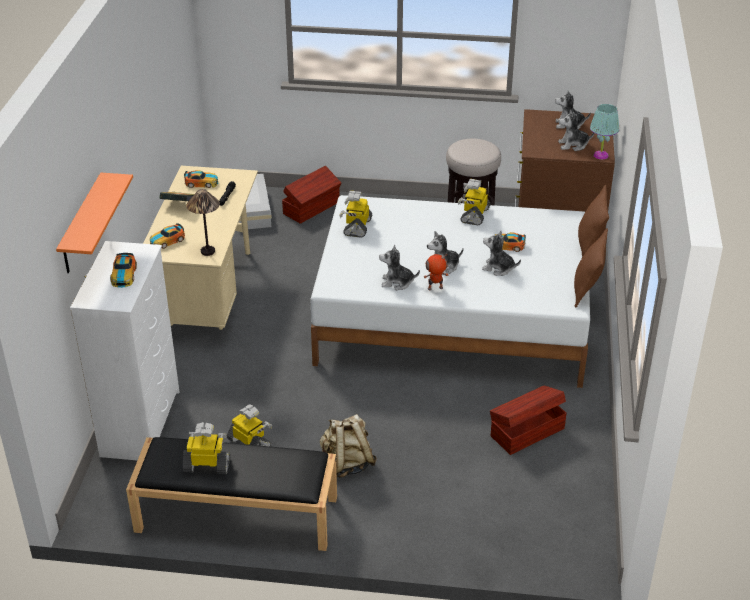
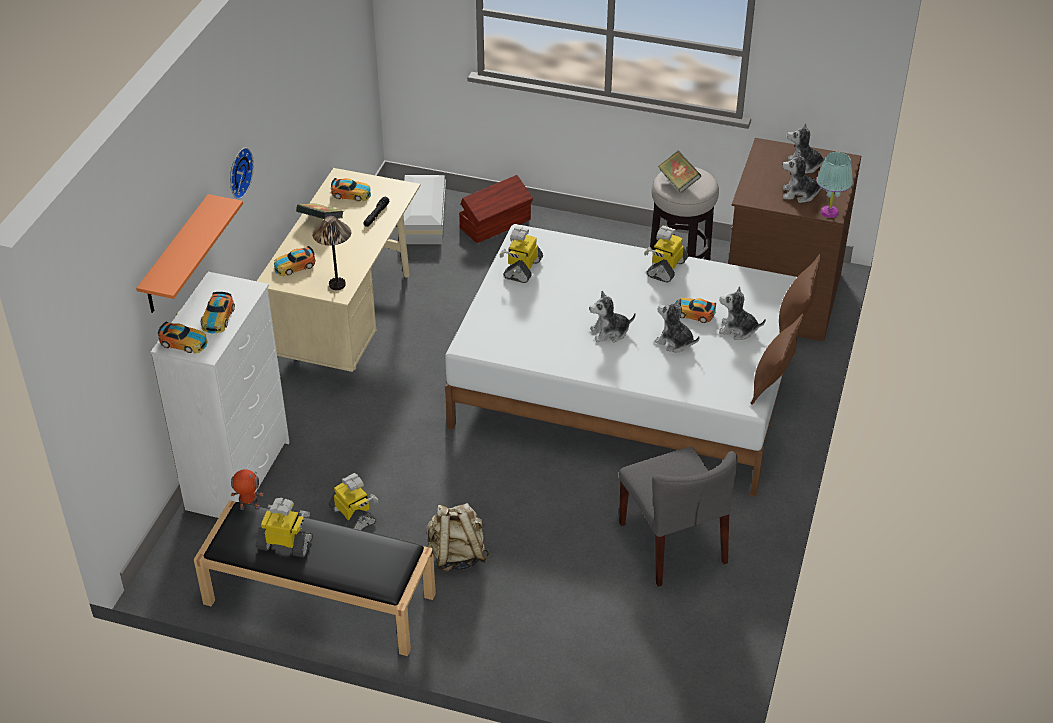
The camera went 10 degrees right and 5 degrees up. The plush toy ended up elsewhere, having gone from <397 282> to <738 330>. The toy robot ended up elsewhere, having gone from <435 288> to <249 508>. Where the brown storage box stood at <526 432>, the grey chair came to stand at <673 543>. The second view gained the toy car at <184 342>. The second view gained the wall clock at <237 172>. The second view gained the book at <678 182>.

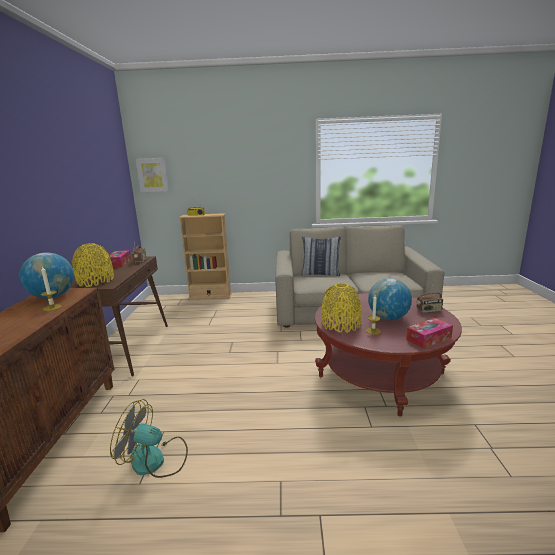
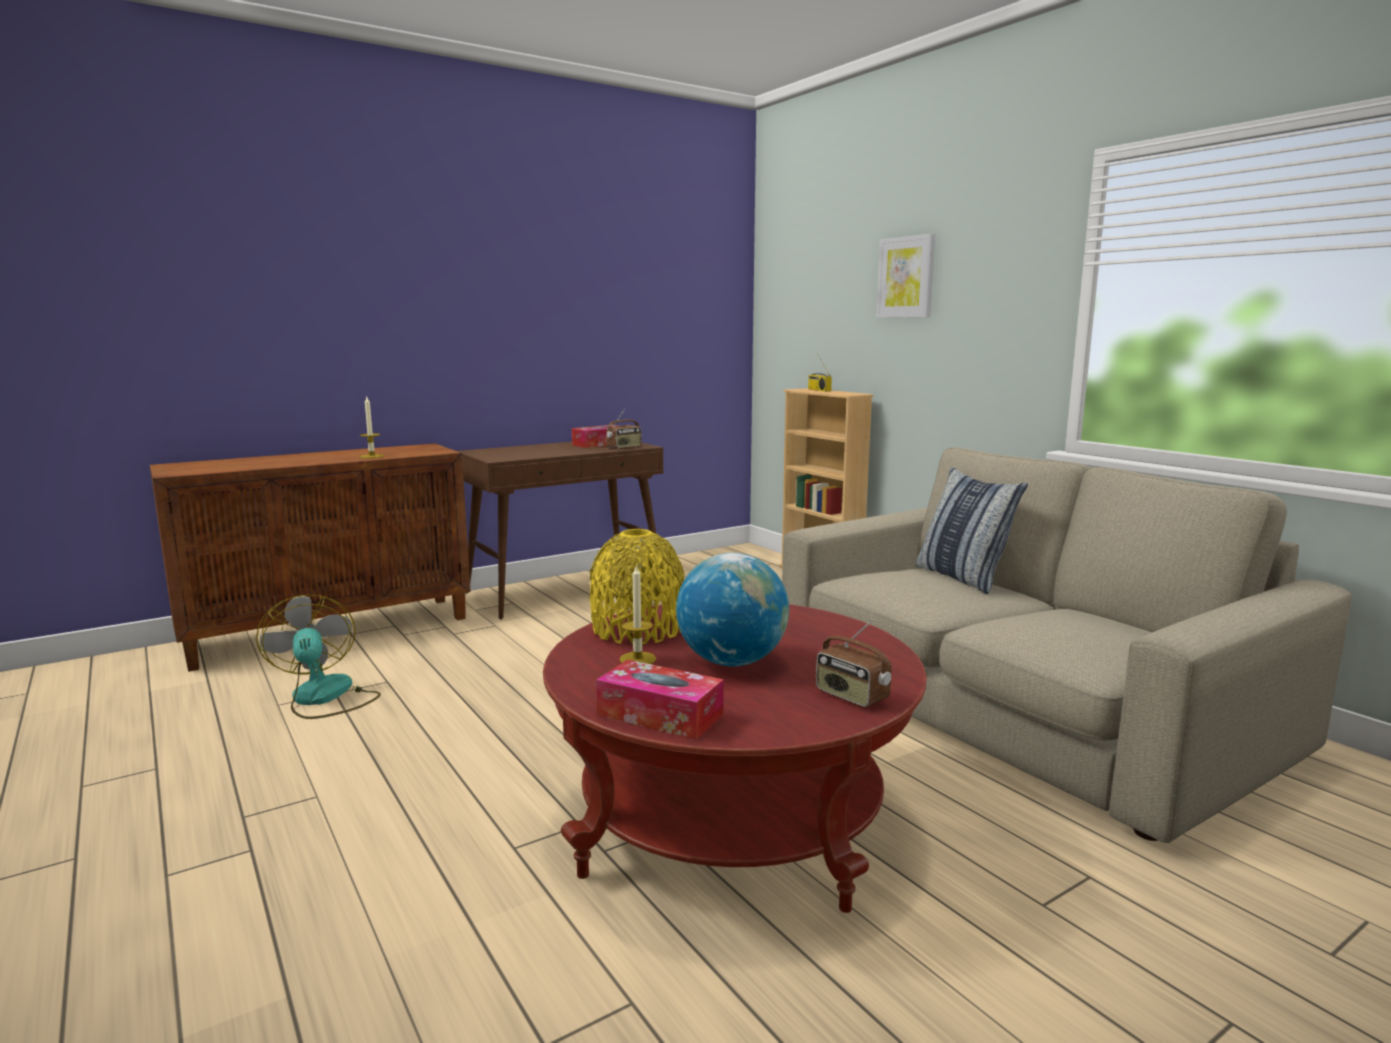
The camera went 55 degrees right and 5 degrees down. The second view lost the globe at <53 296>. The second view lost the yellow vase at <95 281>. The picture ended up elsewhere, having gone from <152 175> to <906 277>.

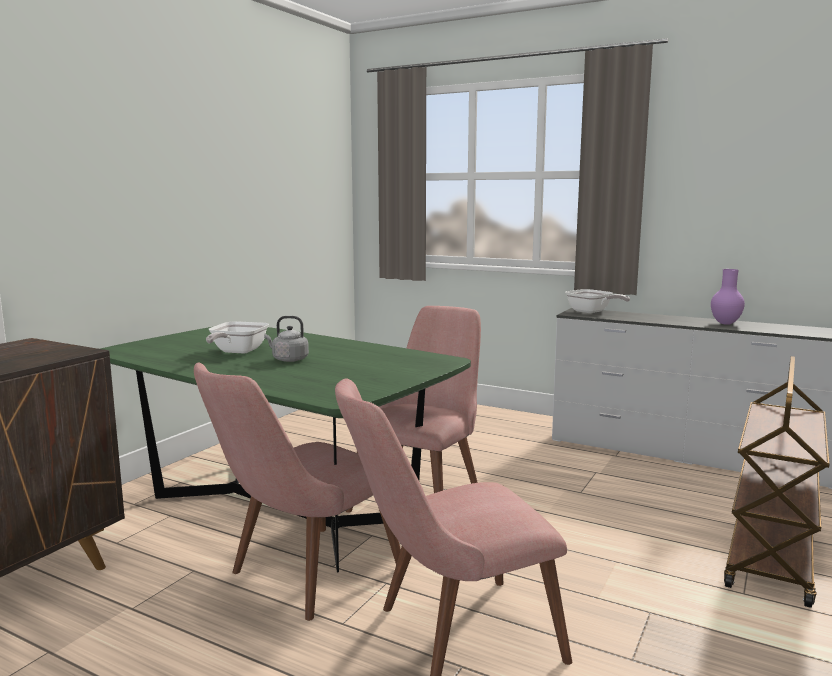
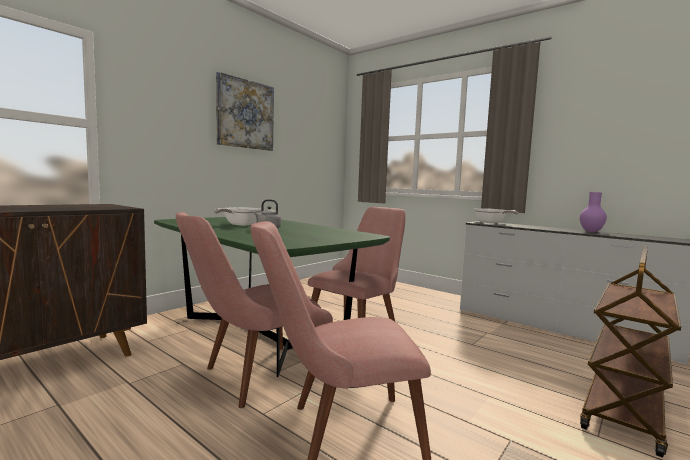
The camera went 10 degrees right and 5 degrees down. The second view gained the picture at <245 114>.

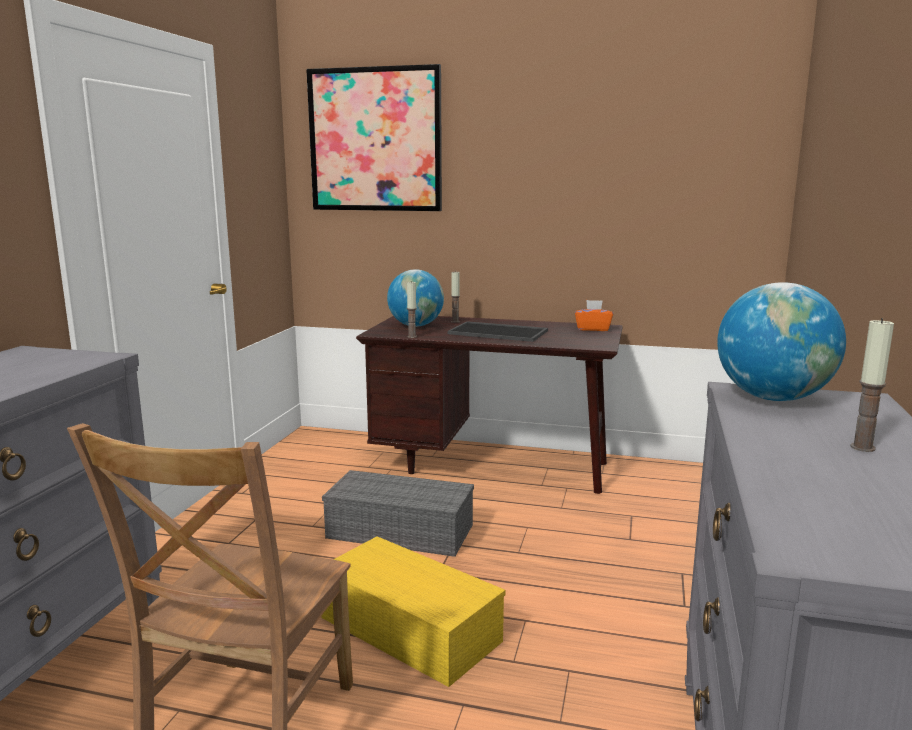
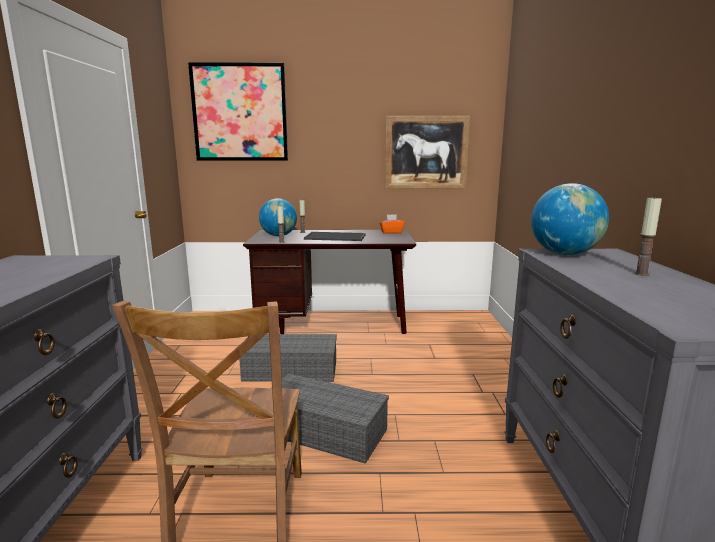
The camera went 15 degrees left and 0 degrees up. What was the yellow storage box at <413 629> turned into the grey storage box at <326 431>. The second view gained the picture at <426 152>.

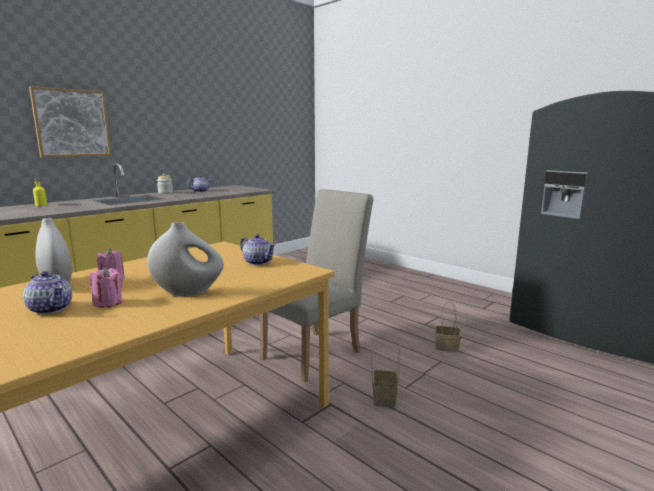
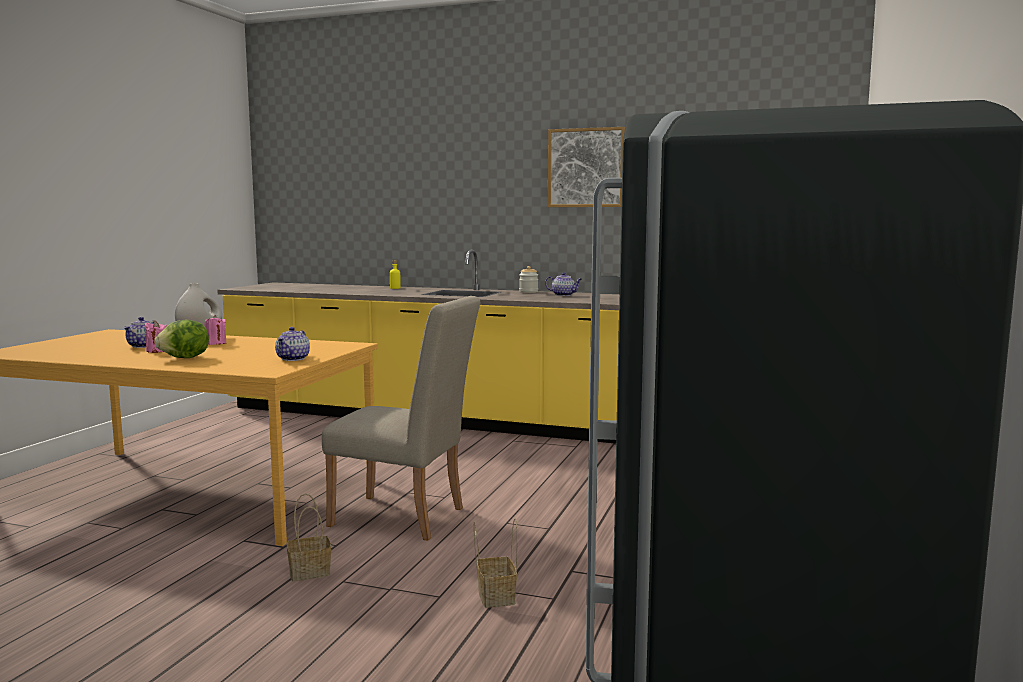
The camera went 65 degrees right and 5 degrees down. The picture ended up elsewhere, having gone from <72 123> to <586 168>. Where the white vase stood at <188 293>, the lettuce came to stand at <185 358>.

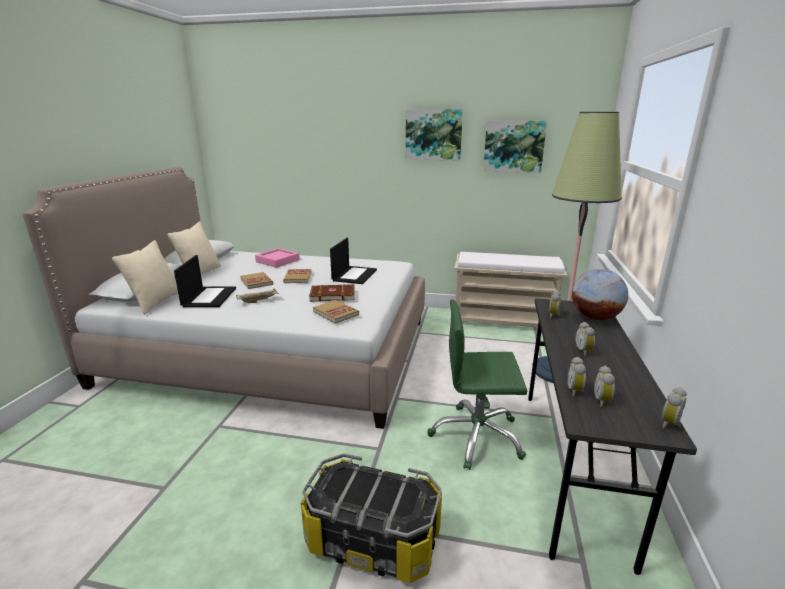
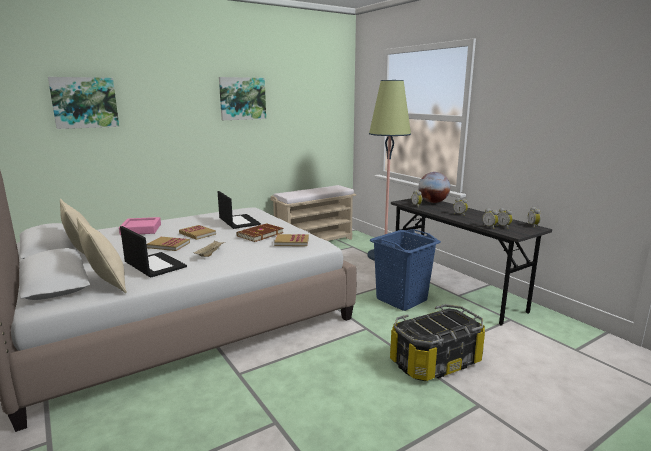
The camera went 45 degrees left and 5 degrees down. Where the green office chair stood at <477 437>, the blue laundry basket came to stand at <401 299>. The picture ended up elsewhere, having gone from <513 146> to <84 102>.

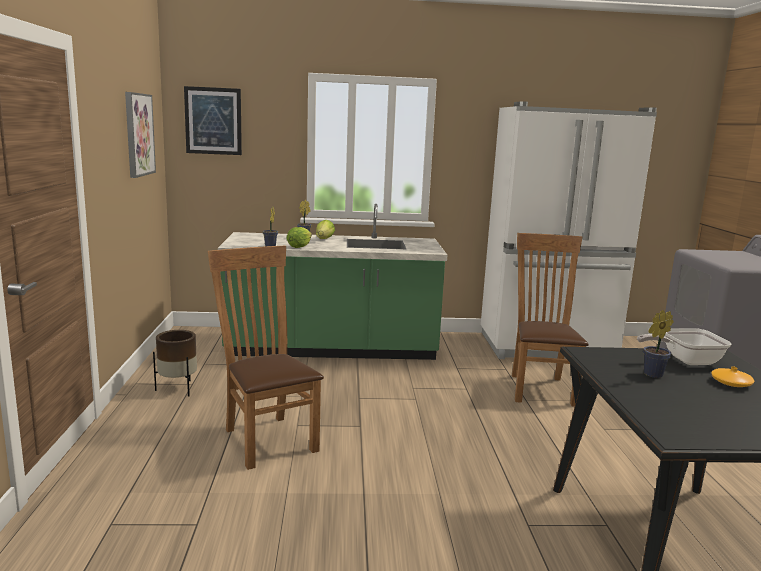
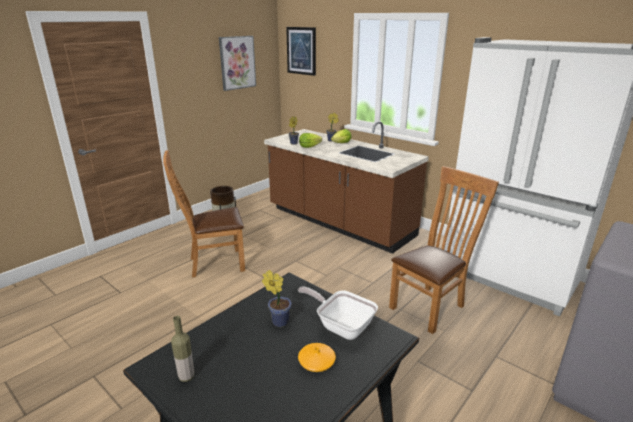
The camera went 45 degrees right and 10 degrees up. The brown chair at <266 438> ended up facing another way, 120 degrees counterclockwise from before. What was the green counter at <332 348> turned into the brown counter at <339 222>. The second view gained the bottle at <186 377>.

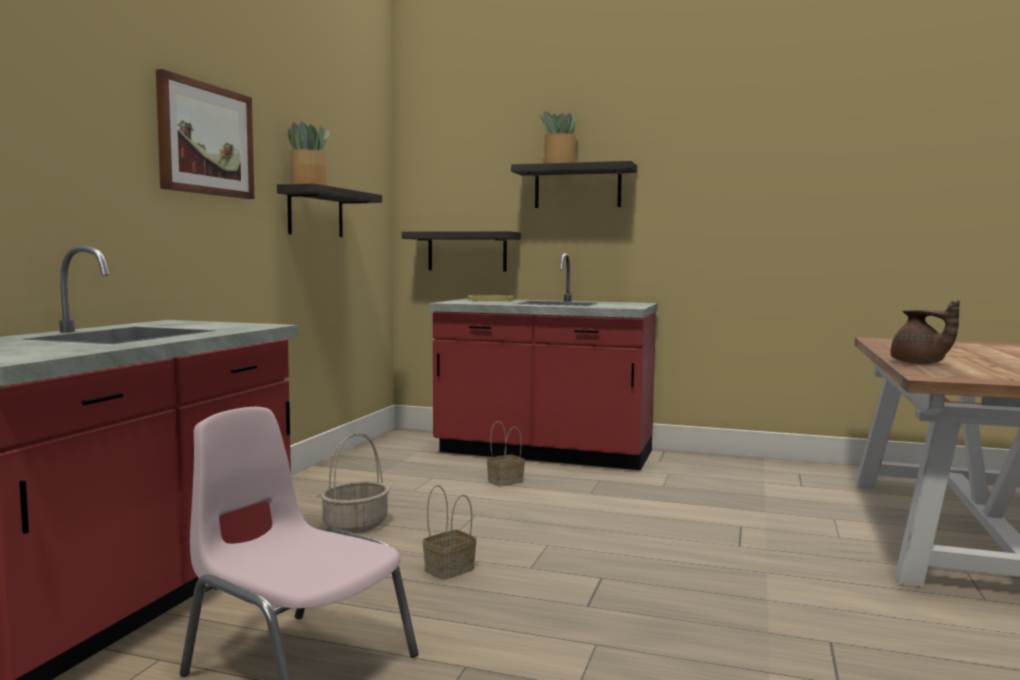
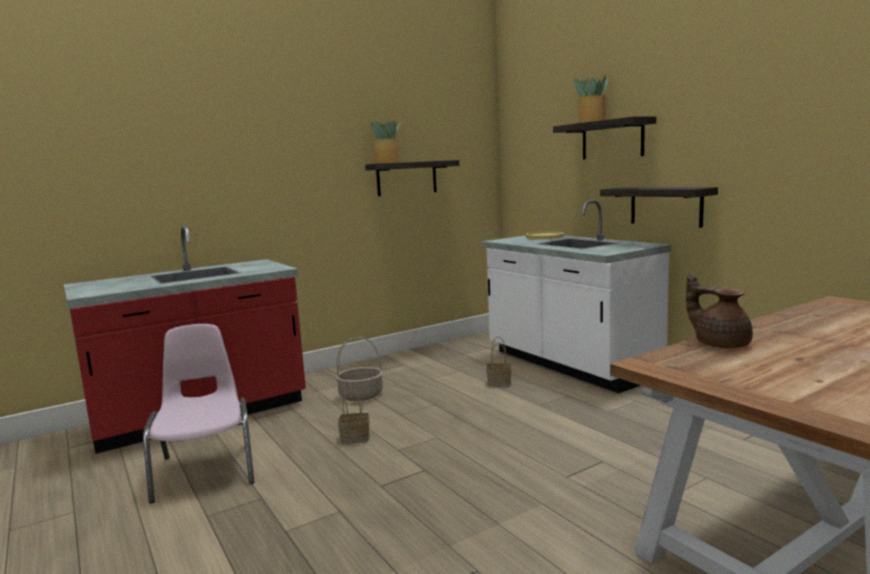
The camera went 40 degrees right and 5 degrees up. The second view lost the picture at <206 140>. The shelf ended up elsewhere, having gone from <467 251> to <665 206>. What was the red counter at <543 453> turned into the white counter at <569 364>. The brown teapot at <919 363> ended up facing another way, 135 degrees clockwise from before.

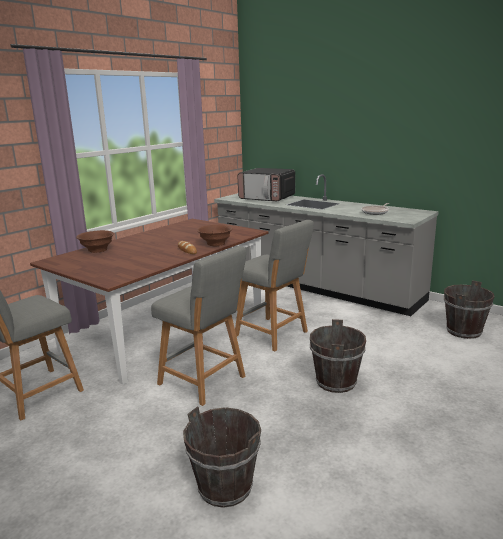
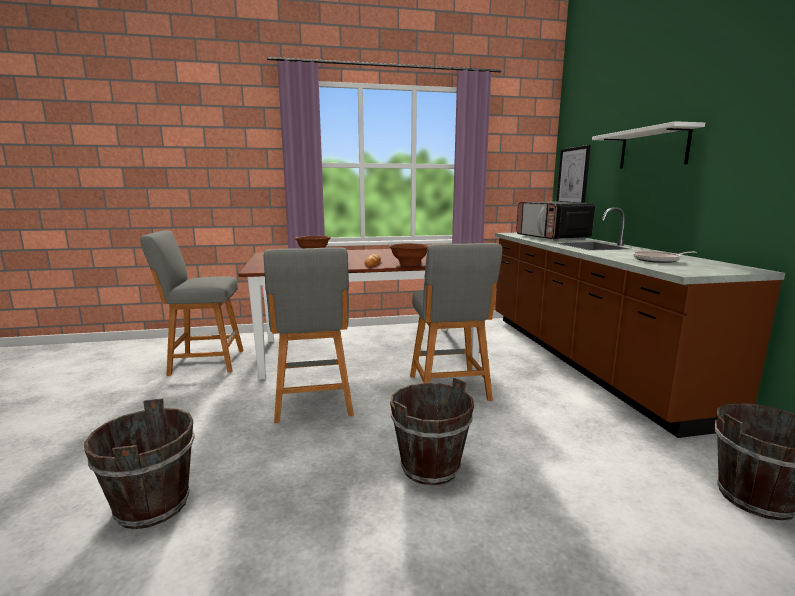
The camera went 40 degrees right and 5 degrees down. What was the grey counter at <315 286> turned into the brown counter at <583 359>. The second view gained the picture at <573 176>. The second view gained the white shelf at <653 148>.

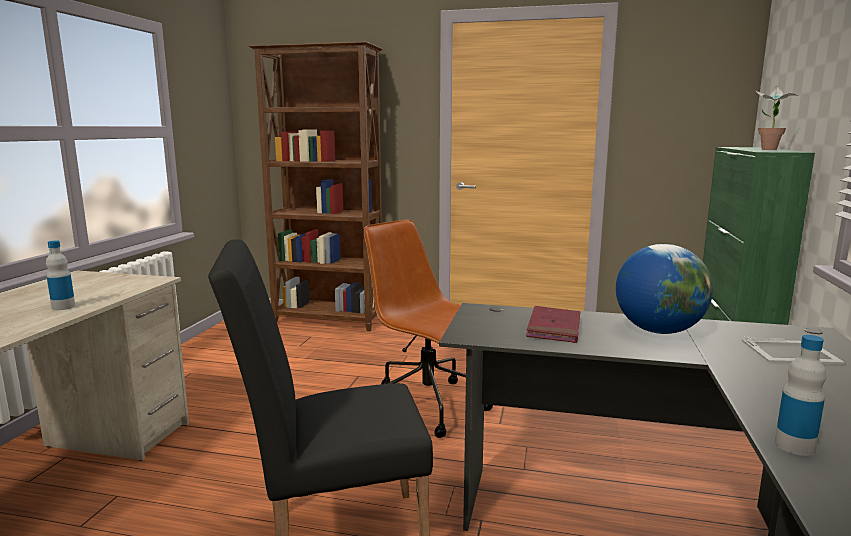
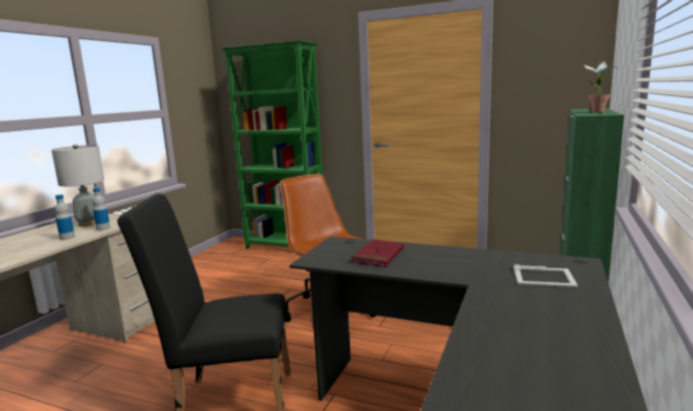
The camera went 10 degrees right and 0 degrees up. What was the brown bookcase at <329 321> turned into the green bookcase at <286 247>. The second view lost the globe at <658 331>. The bottle ended up elsewhere, having gone from <794 446> to <103 228>. The second view gained the grey table lamp at <89 223>.

